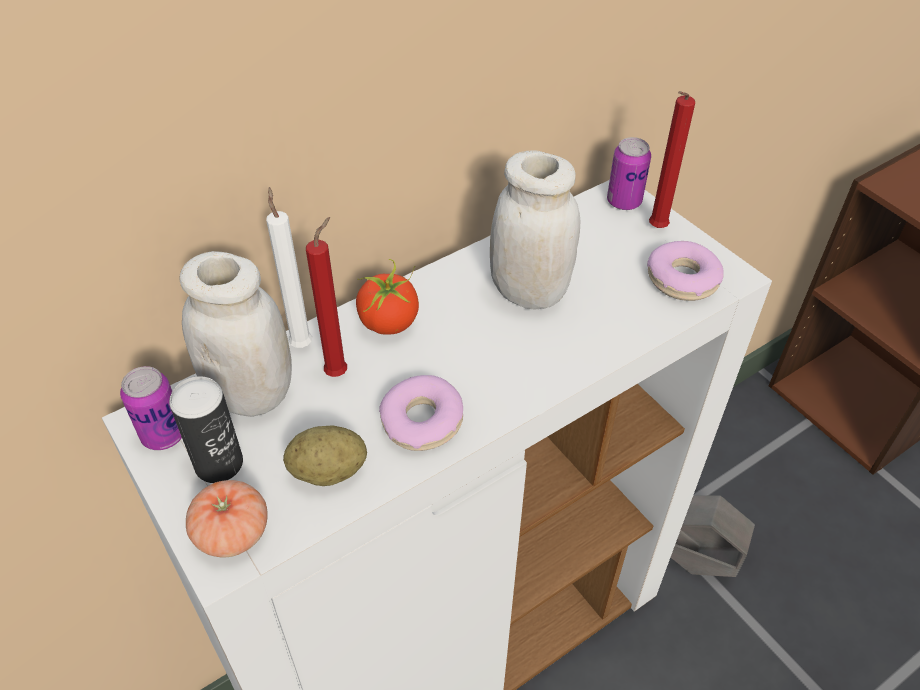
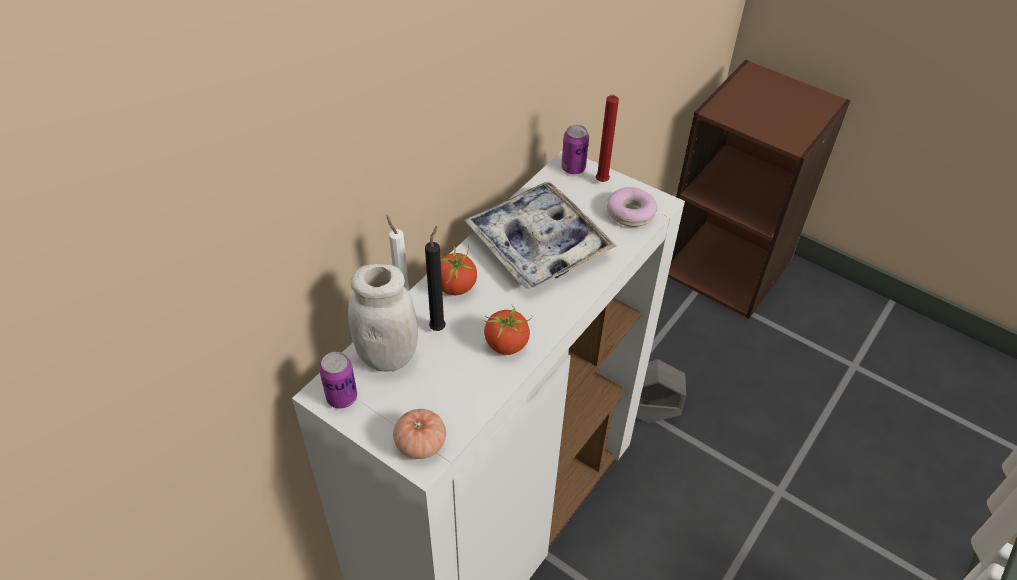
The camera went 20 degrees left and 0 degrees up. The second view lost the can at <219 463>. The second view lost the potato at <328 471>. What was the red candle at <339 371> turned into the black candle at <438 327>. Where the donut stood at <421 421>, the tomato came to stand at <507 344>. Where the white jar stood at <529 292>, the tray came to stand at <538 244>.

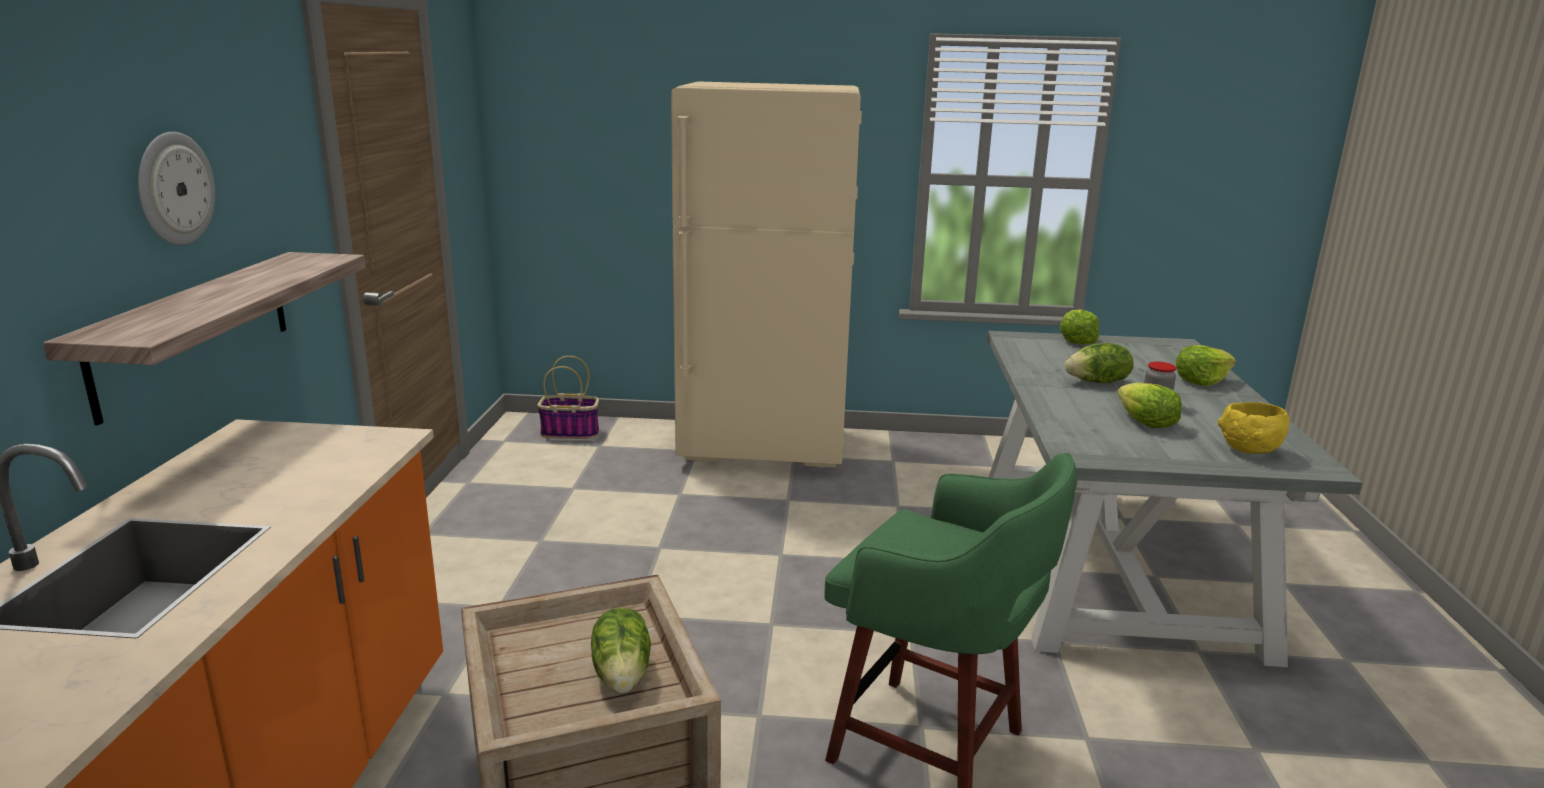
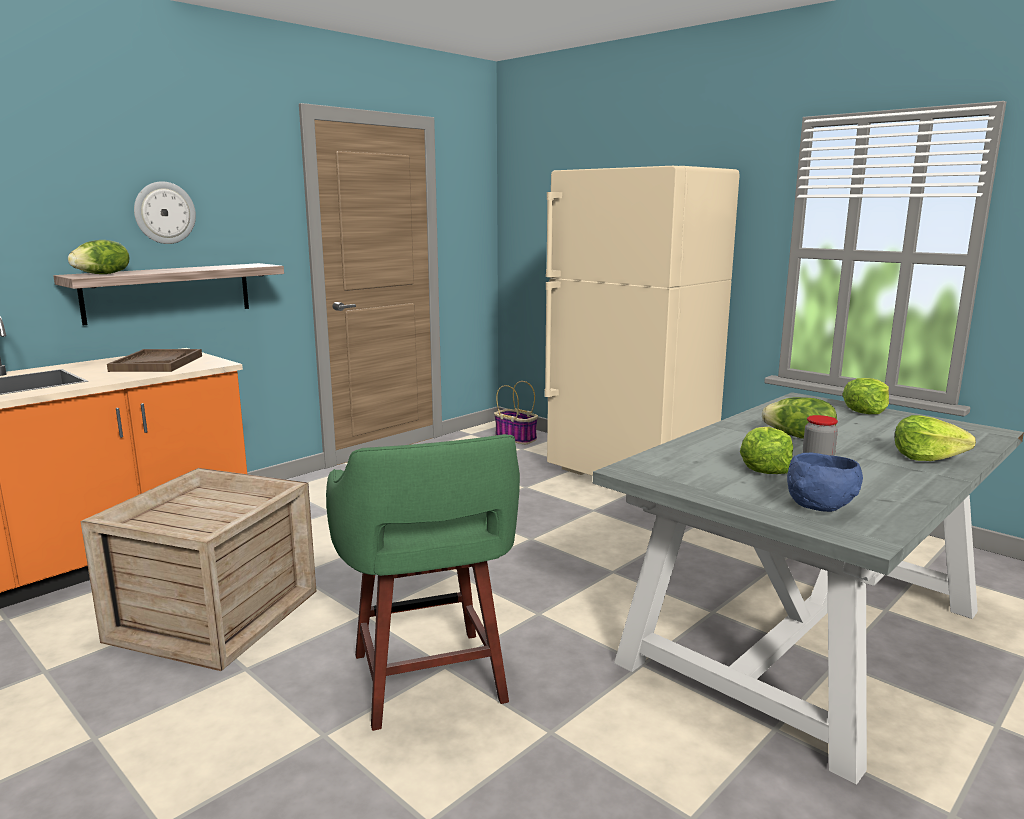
The camera went 40 degrees right and 5 degrees down. The lettuce ended up elsewhere, having gone from <623 674> to <103 274>. What was the yellow bowl at <1249 450> turned into the blue bowl at <820 508>. The second view gained the brown tray at <157 363>.

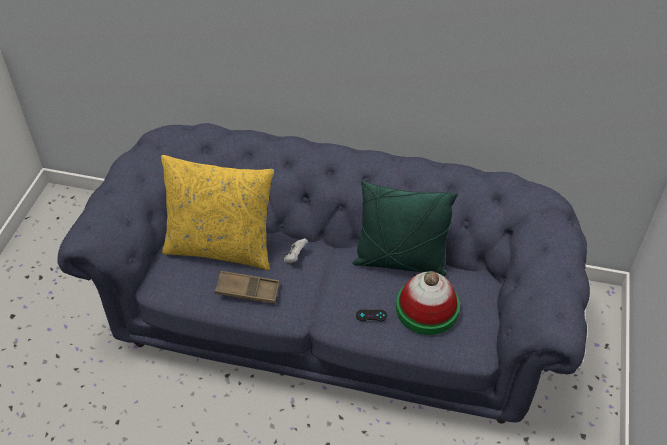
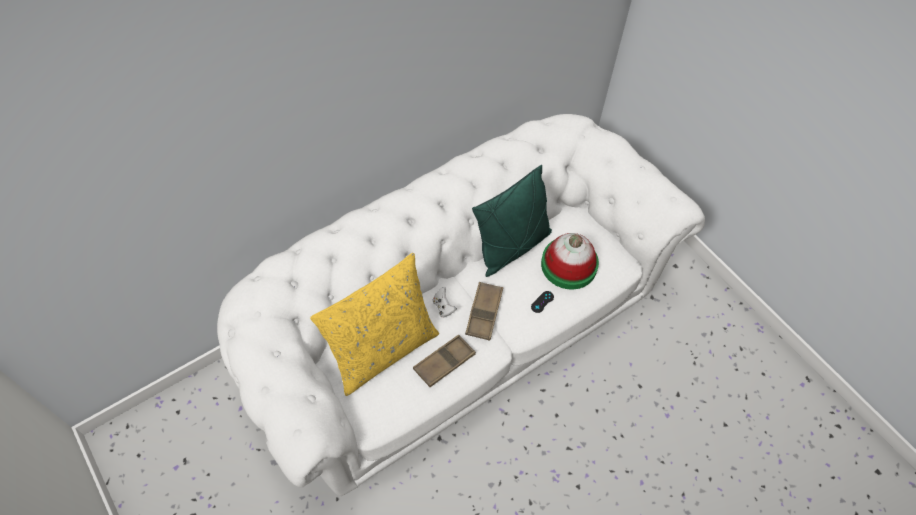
The camera went 50 degrees left and 10 degrees up. What was the blue sofa at <333 317> turned into the white sofa at <456 328>. The second view gained the brown tray at <484 313>.

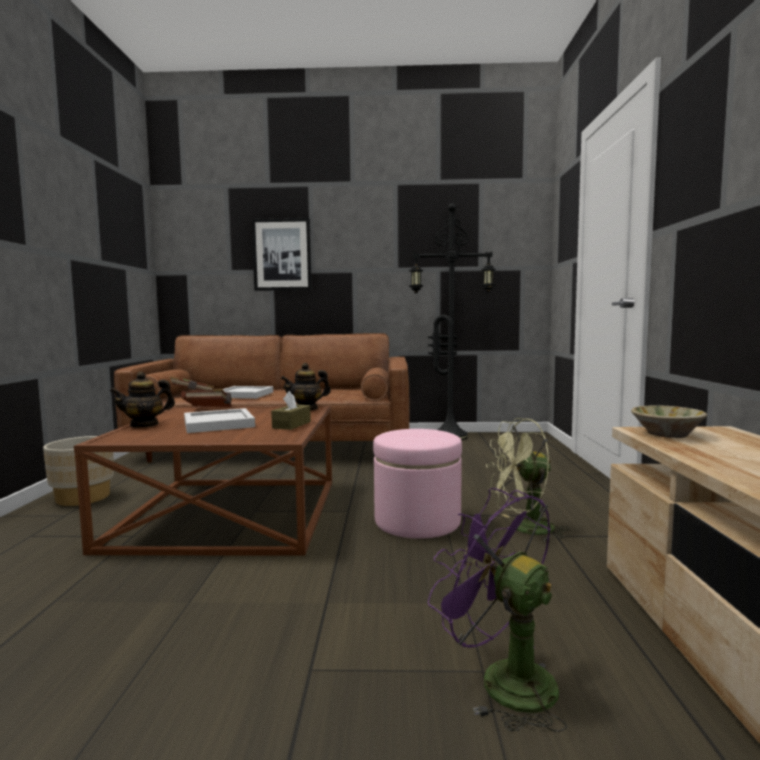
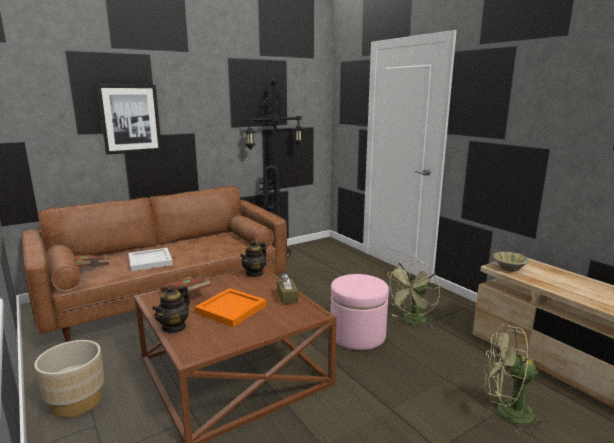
The camera went 35 degrees left and 10 degrees up. What was the white tray at <220 424> turned into the orange tray at <232 309>. What was the purple fan at <503 679> turned into the green fan at <506 412>.

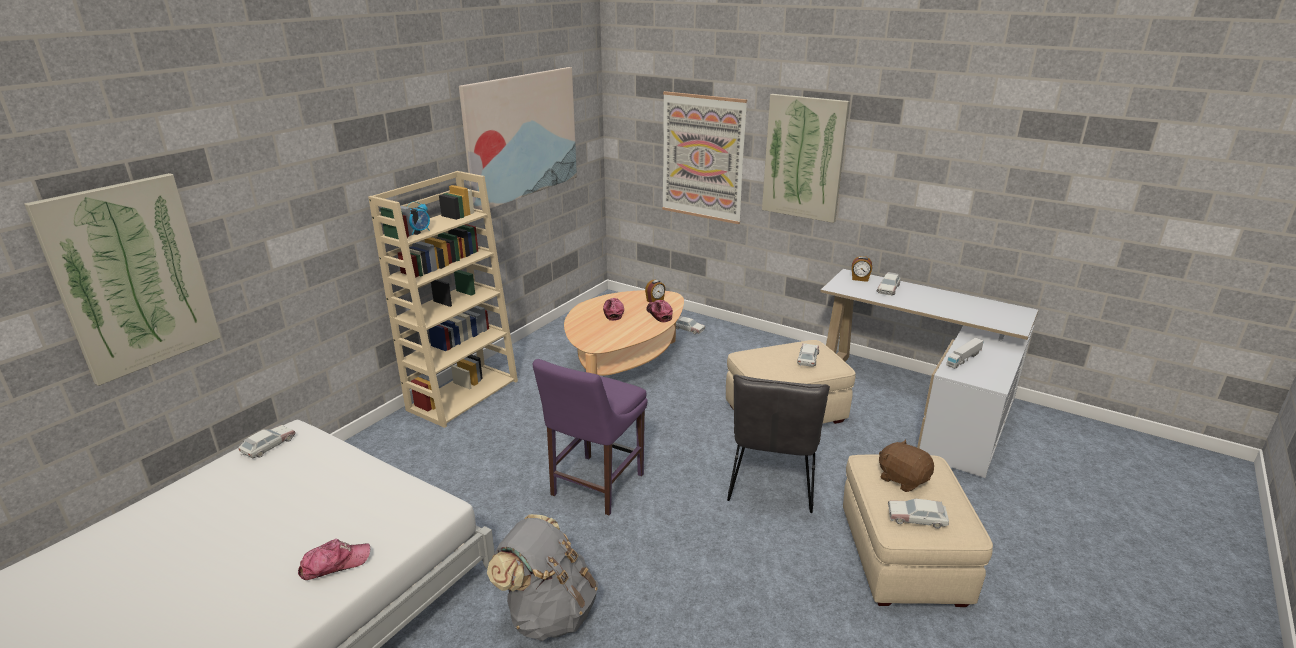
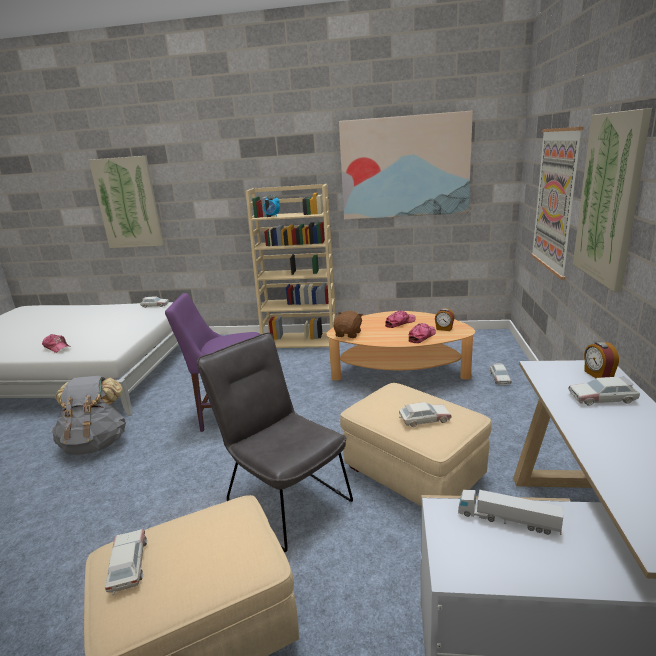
The camera went 65 degrees right and 5 degrees down. The grey chair at <771 484> ended up facing another way, 60 degrees clockwise from before. The brown plush toy ended up elsewhere, having gone from <902 479> to <348 334>.

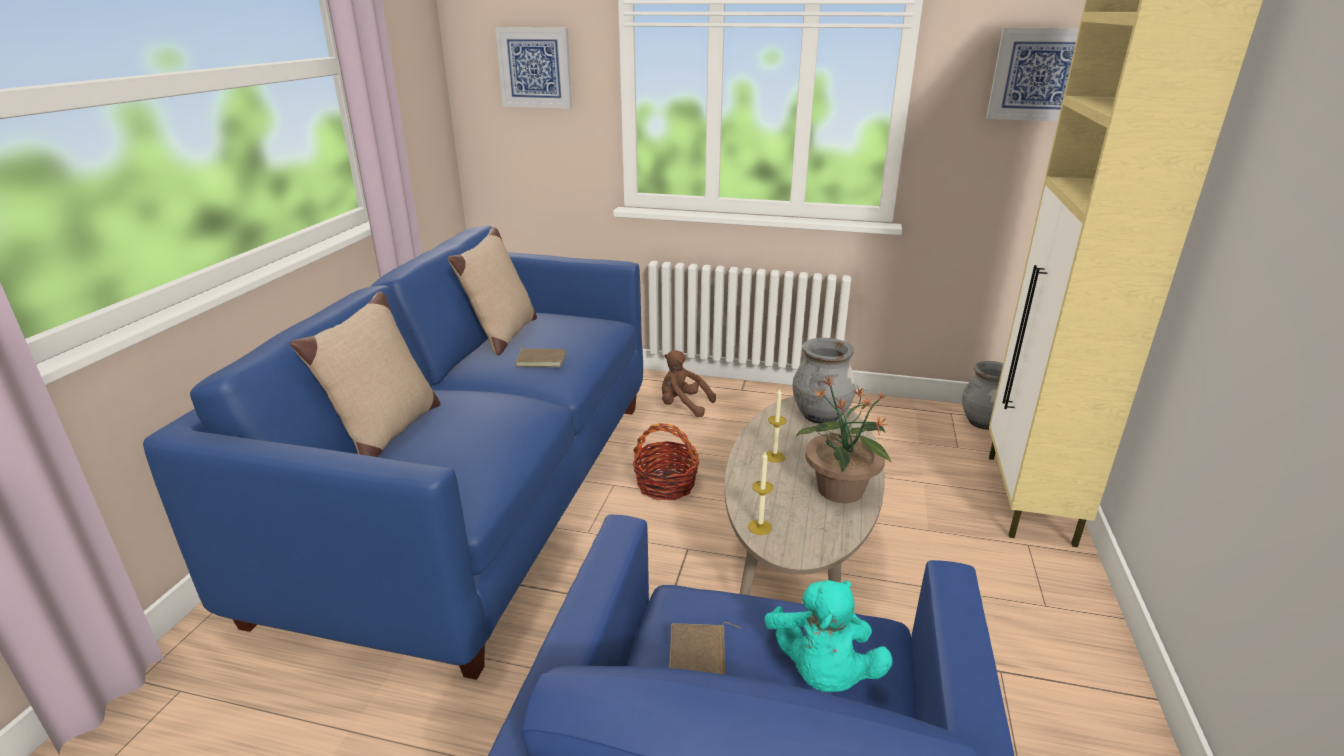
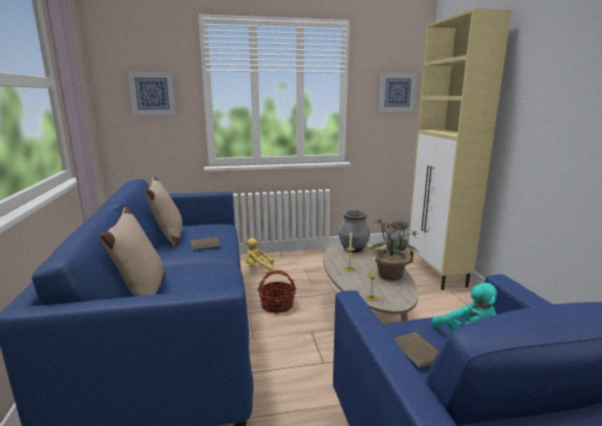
The camera went 25 degrees left and 10 degrees down. What was the brown plush toy at <683 406> turned into the yellow plush toy at <258 268>.

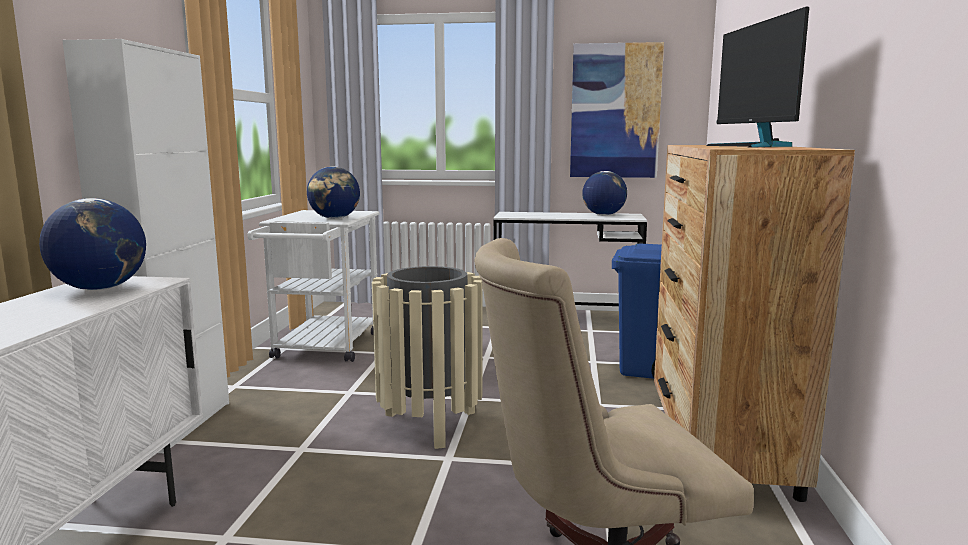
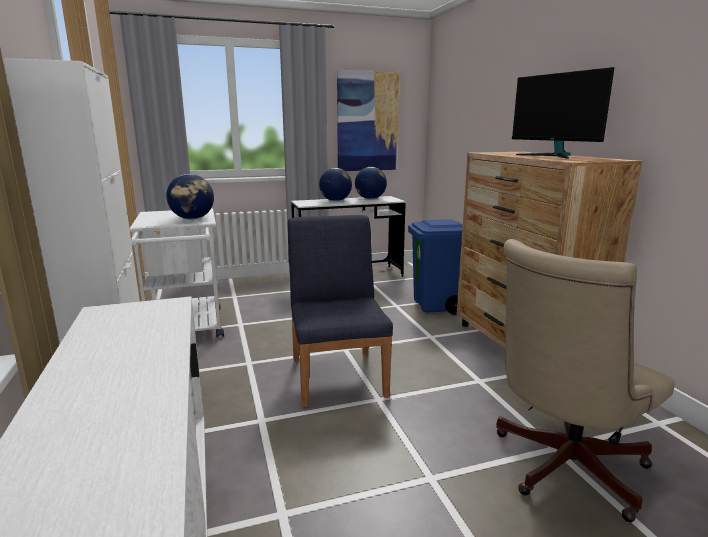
The camera went 25 degrees left and 5 degrees up. The globe ended up elsewhere, having gone from <100 289> to <335 200>. Where the beige trash can stood at <430 424>, the blue chair came to stand at <338 376>.

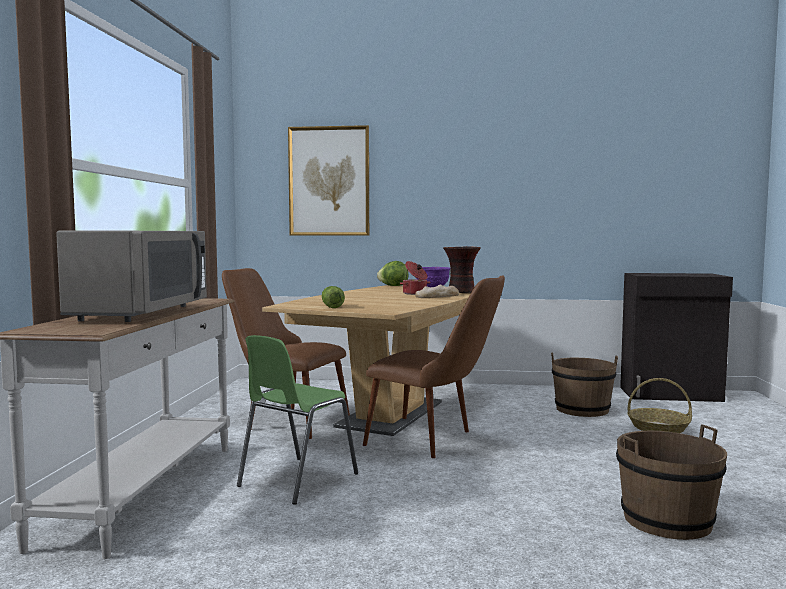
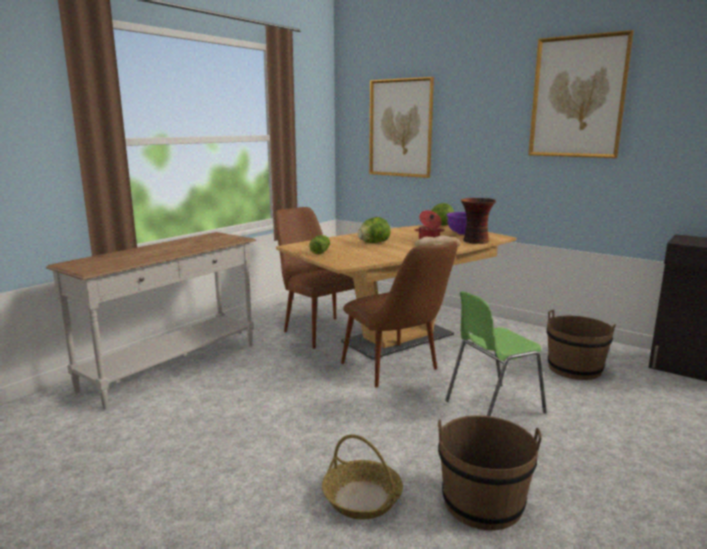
The camera went 30 degrees right and 10 degrees up. The second view lost the grey microwave at <141 313>. The green chair ended up elsewhere, having gone from <296 480> to <492 406>. The basket ended up elsewhere, having gone from <658 428> to <362 498>. The second view gained the lettuce at <373 243>. The second view gained the picture at <578 97>.

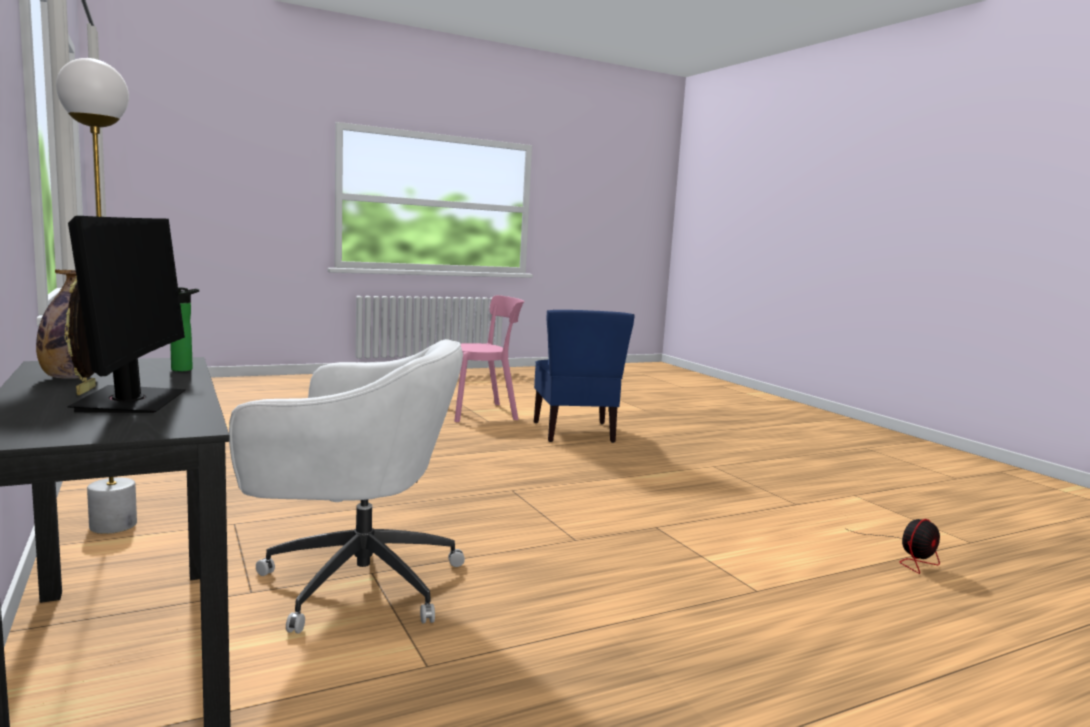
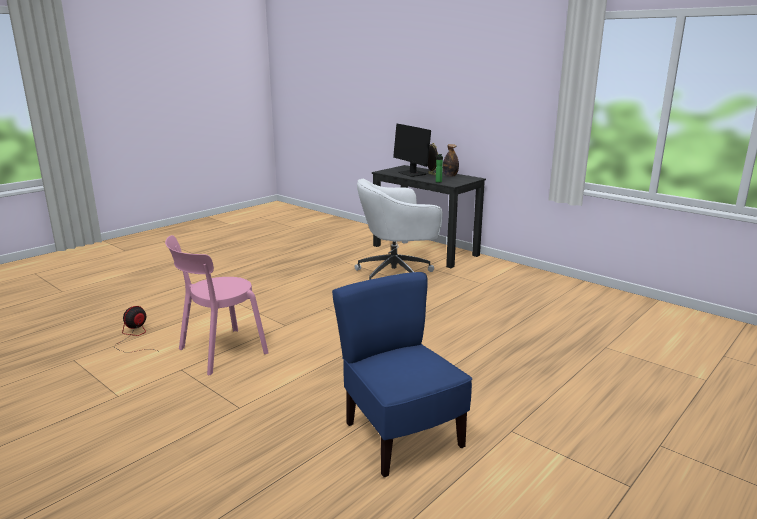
The camera went 160 degrees right and 10 degrees up. The second view lost the white floor lamp at <113 525>. The pink chair ended up elsewhere, having gone from <482 412> to <219 352>.

